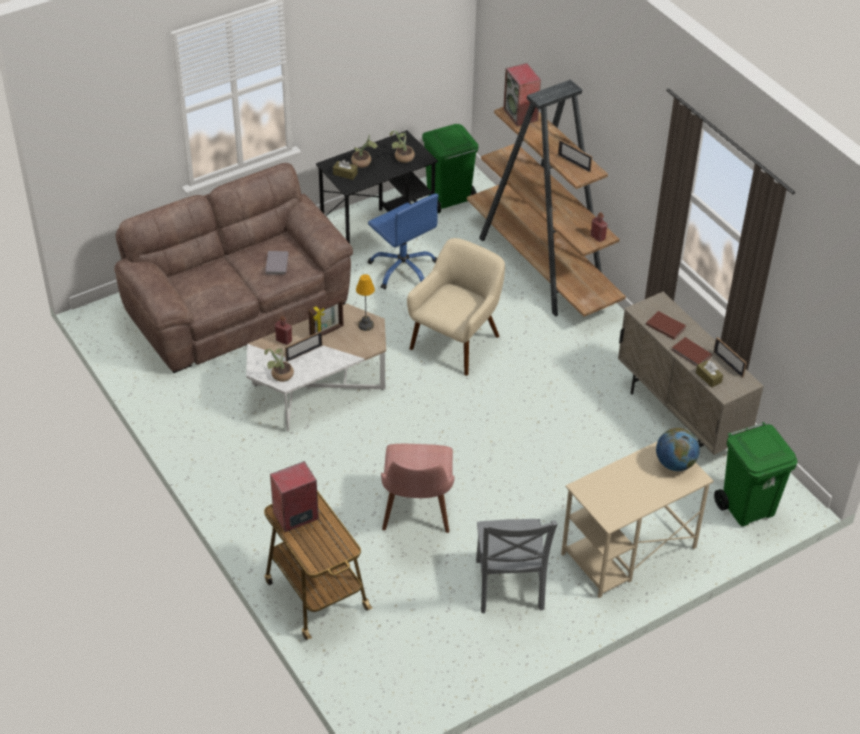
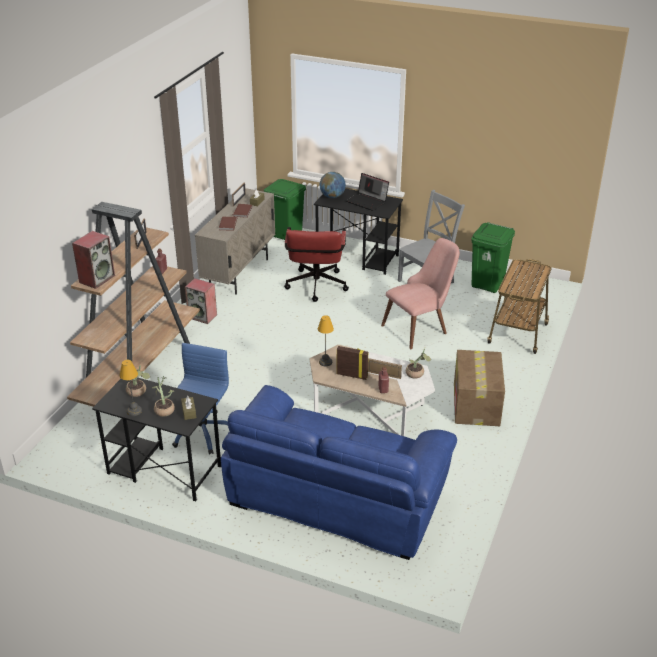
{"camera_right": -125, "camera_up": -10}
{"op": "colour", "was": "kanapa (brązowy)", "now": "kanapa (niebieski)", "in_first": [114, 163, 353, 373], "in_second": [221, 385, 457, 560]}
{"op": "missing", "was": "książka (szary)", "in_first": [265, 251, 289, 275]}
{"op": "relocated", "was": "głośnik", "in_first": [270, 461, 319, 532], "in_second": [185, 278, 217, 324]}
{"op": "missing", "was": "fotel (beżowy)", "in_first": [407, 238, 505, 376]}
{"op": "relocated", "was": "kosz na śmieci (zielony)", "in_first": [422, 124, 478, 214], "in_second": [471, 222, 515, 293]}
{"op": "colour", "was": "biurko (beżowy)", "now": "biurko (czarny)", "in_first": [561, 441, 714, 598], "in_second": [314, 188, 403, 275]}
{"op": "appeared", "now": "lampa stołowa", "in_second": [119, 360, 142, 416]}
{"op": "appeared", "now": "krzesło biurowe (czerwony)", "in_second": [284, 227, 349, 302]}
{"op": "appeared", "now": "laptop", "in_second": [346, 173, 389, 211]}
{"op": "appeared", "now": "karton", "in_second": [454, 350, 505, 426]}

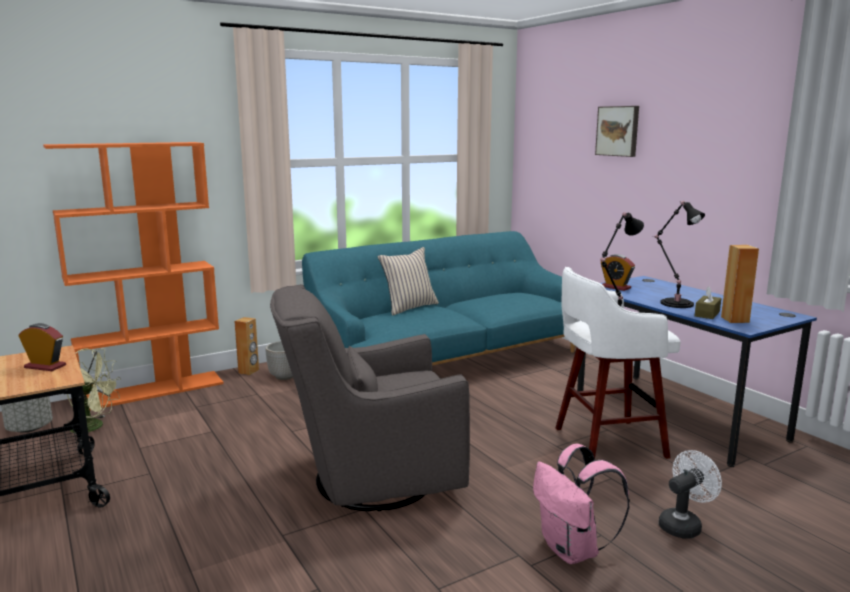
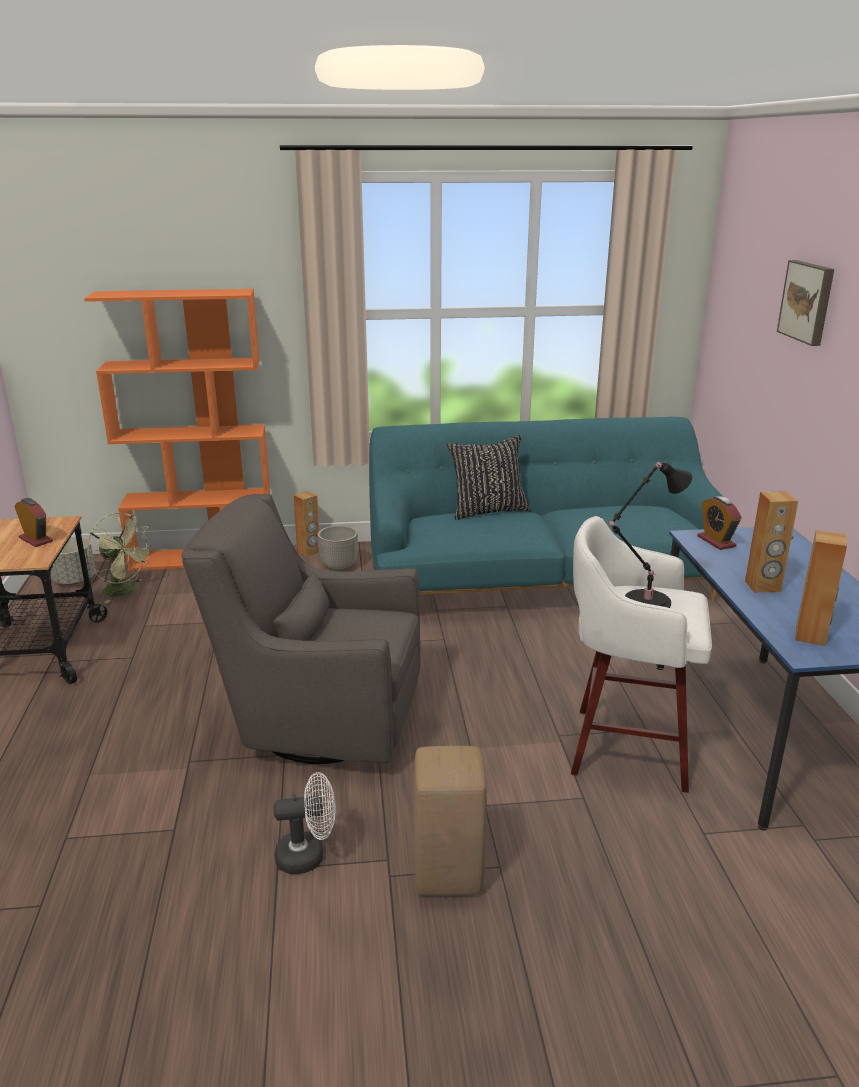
{"camera_right": 25, "camera_up": 10}
{"op": "colour", "was": "poduszka (beżowy)", "now": "poduszka (czarny)", "in_first": [377, 247, 439, 315], "in_second": [447, 435, 529, 520]}
{"op": "exchanged", "was": "plecak (różowy)", "now": "stołek (beżowy)", "in_first": [533, 444, 630, 564], "in_second": [414, 746, 487, 896]}
{"op": "exchanged", "was": "lampa stołowa (czarny)", "now": "głośnik (brązowy)", "in_first": [653, 201, 705, 308], "in_second": [745, 492, 798, 593]}
{"op": "relocated", "was": "wentylator (biały)", "in_first": [659, 450, 722, 539], "in_second": [273, 772, 336, 874]}
{"op": "missing", "was": "pudełko chusteczek (brązowy)", "in_first": [695, 286, 721, 319]}

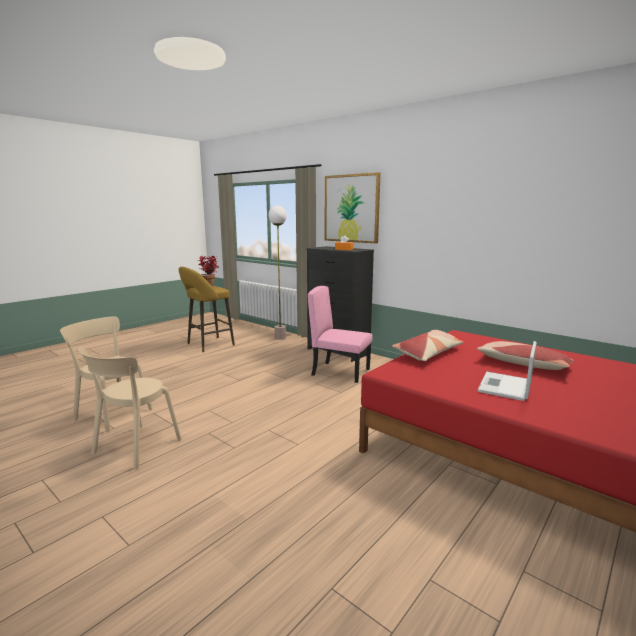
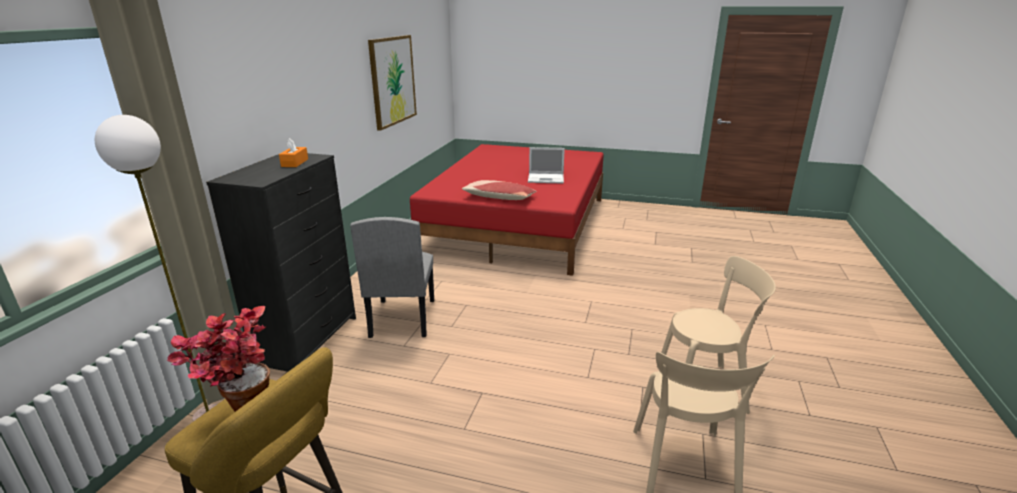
{"camera_right": -115, "camera_up": 10}
{"op": "colour", "was": "krzesło (różowy)", "now": "krzesło (szary)", "in_first": [308, 286, 373, 383], "in_second": [350, 217, 434, 338]}
{"op": "relocated", "was": "obraz", "in_first": [324, 172, 381, 243], "in_second": [368, 35, 417, 131]}
{"op": "missing", "was": "poduszka", "in_first": [477, 341, 574, 370]}

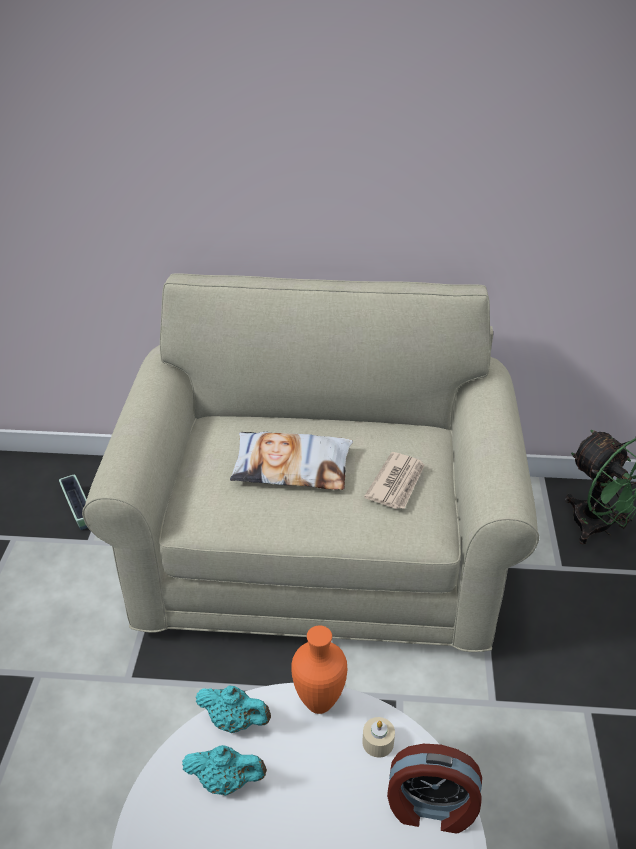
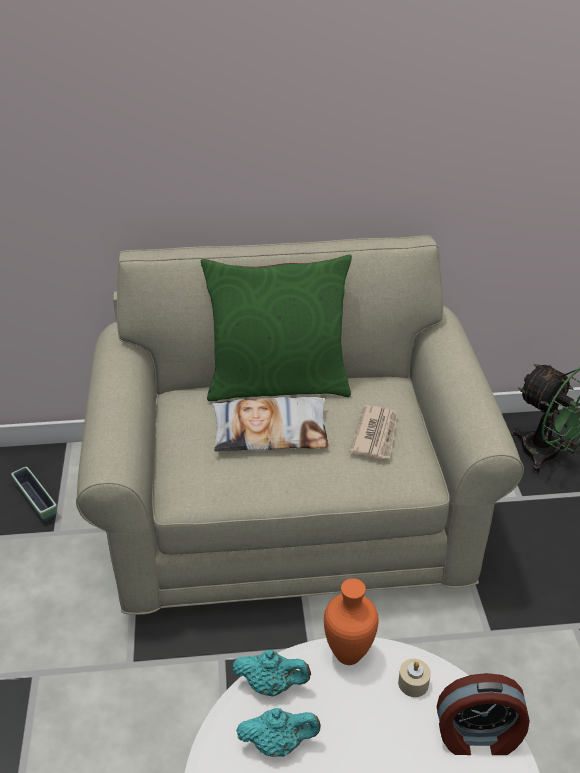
{"camera_right": -10, "camera_up": 0}
{"op": "appeared", "now": "poduszka (zielony)", "in_second": [201, 254, 352, 401]}

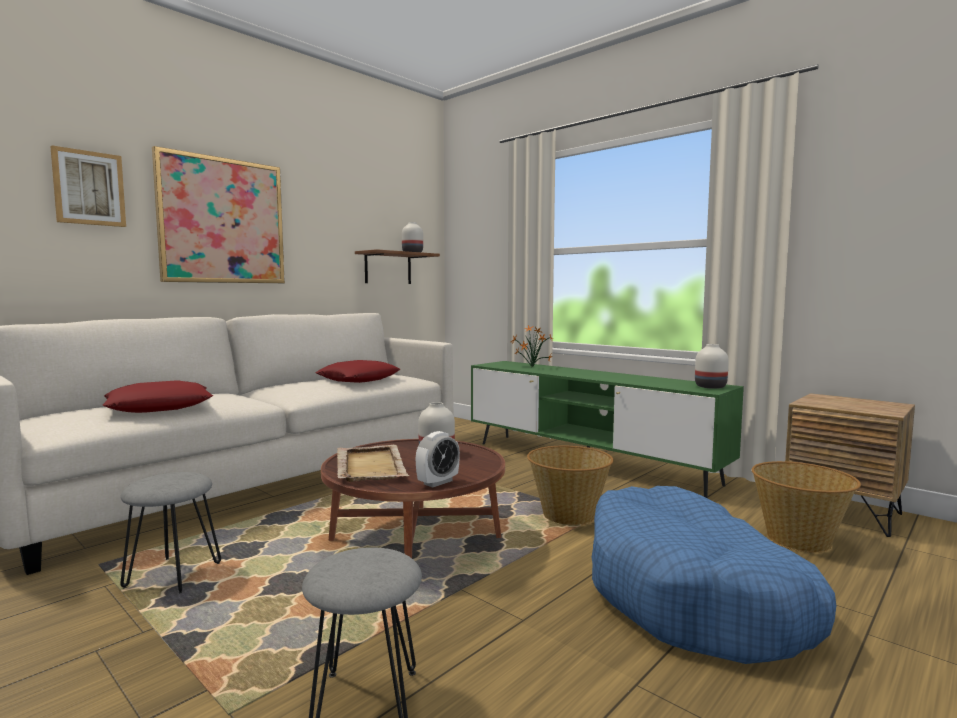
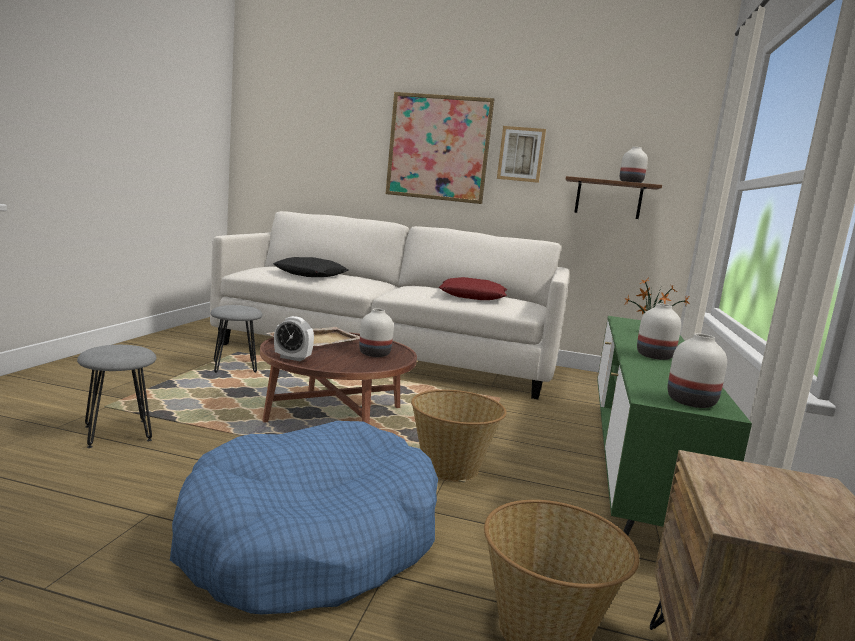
{"camera_right": 60, "camera_up": 5}
{"op": "relocated", "was": "obraz", "in_first": [50, 146, 126, 227], "in_second": [497, 126, 546, 183]}
{"op": "colour", "was": "poduszka (czerwony)", "now": "poduszka (czarny)", "in_first": [103, 380, 213, 413], "in_second": [273, 257, 349, 277]}
{"op": "appeared", "now": "wazon (biały)", "in_second": [637, 304, 681, 360]}

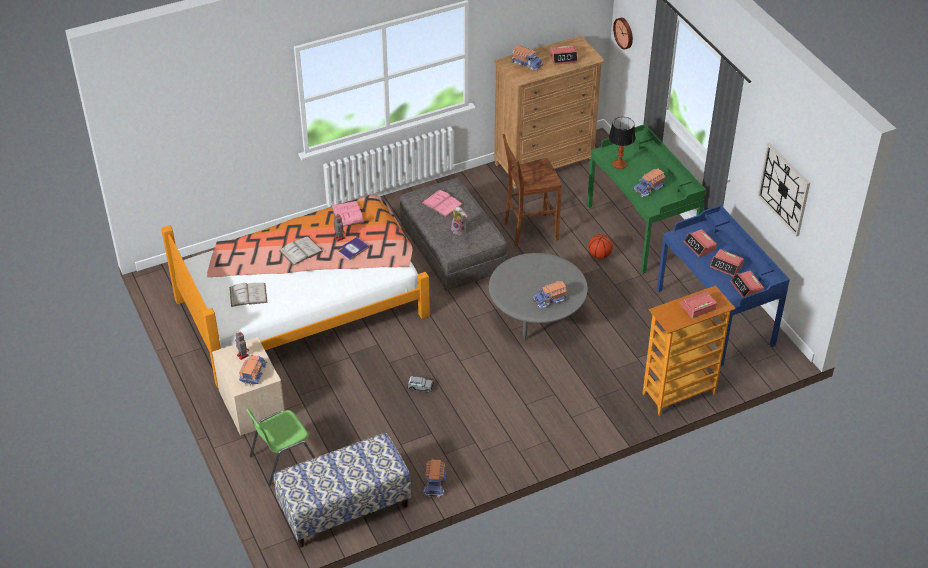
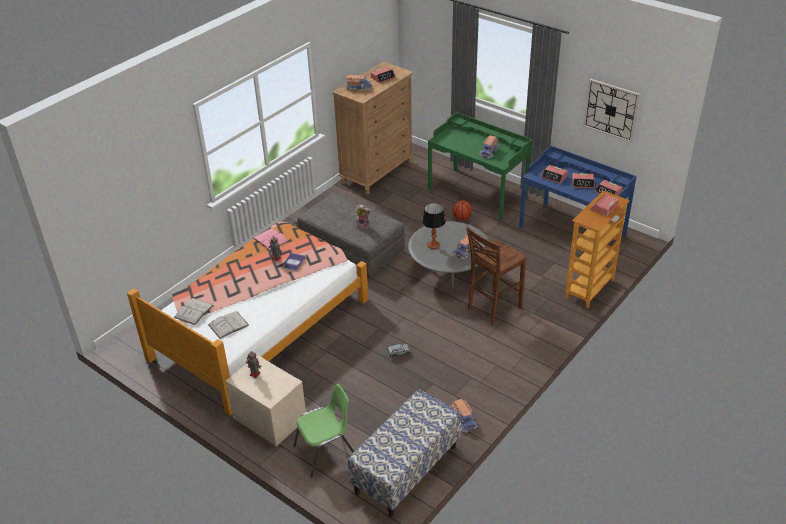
{"camera_right": -25, "camera_up": -5}
{"op": "missing", "was": "ciężarówka zabawkowa", "in_first": [239, 354, 268, 386]}
{"op": "spun", "was": "krzesło (zielony)", "in_first": [246, 409, 315, 486], "in_second": [293, 384, 355, 477], "clockwise": -150}
{"op": "relocated", "was": "książka (biały)", "in_first": [279, 236, 323, 265], "in_second": [174, 298, 214, 325]}
{"op": "missing", "was": "książka (różowy)", "in_first": [421, 190, 463, 218]}
{"op": "relocated", "was": "stołek (brązowy)", "in_first": [503, 134, 562, 246], "in_second": [466, 226, 527, 326]}
{"op": "relocated", "was": "lampa stołowa", "in_first": [609, 117, 636, 169], "in_second": [422, 203, 446, 249]}
{"op": "missing", "was": "zegar ścienny", "in_first": [613, 18, 633, 50]}

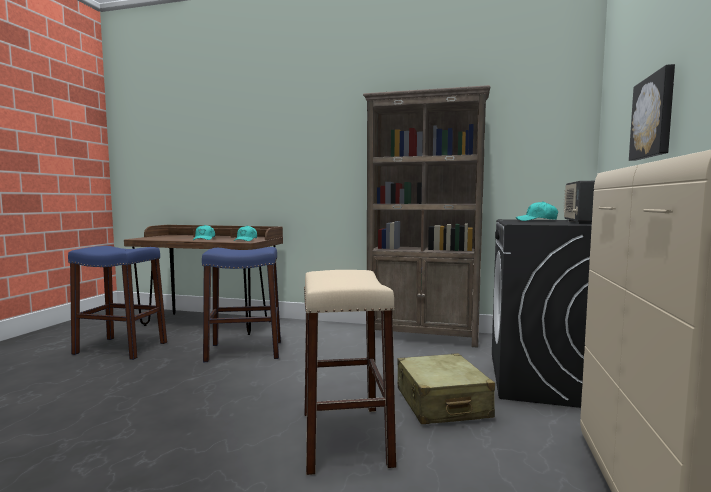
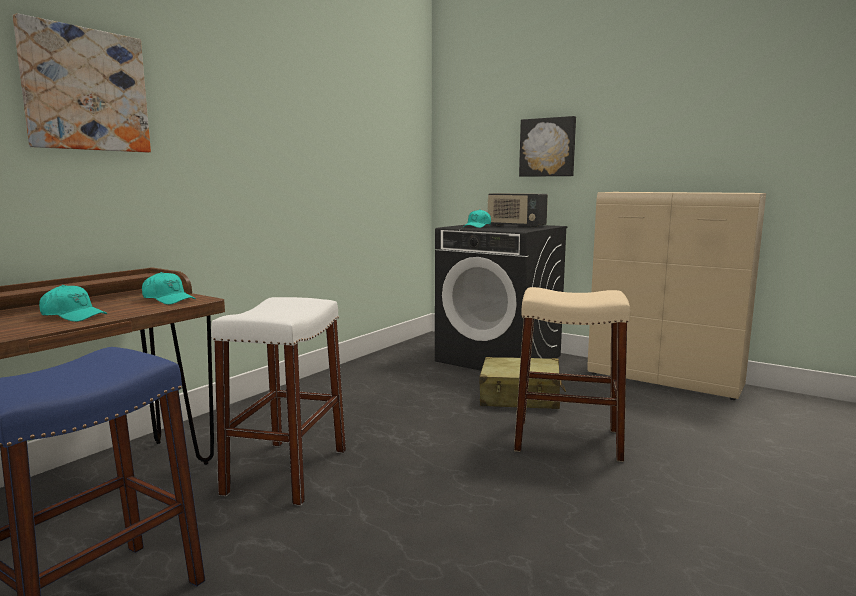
{"camera_right": -70, "camera_up": 5}
{"op": "colour", "was": "stołek (niebieski)", "now": "stołek (biały)", "in_first": [202, 247, 281, 362], "in_second": [211, 297, 346, 506]}
{"op": "missing", "was": "regał (brązowy)", "in_first": [363, 85, 490, 348]}
{"op": "appeared", "now": "obraz", "in_second": [13, 13, 151, 153]}

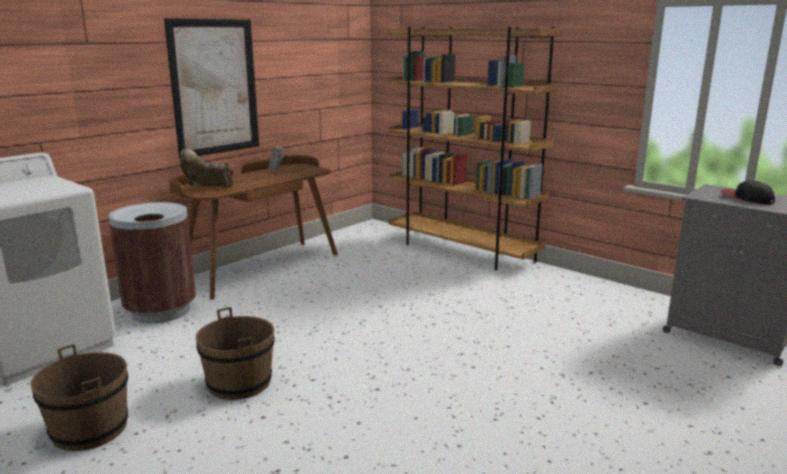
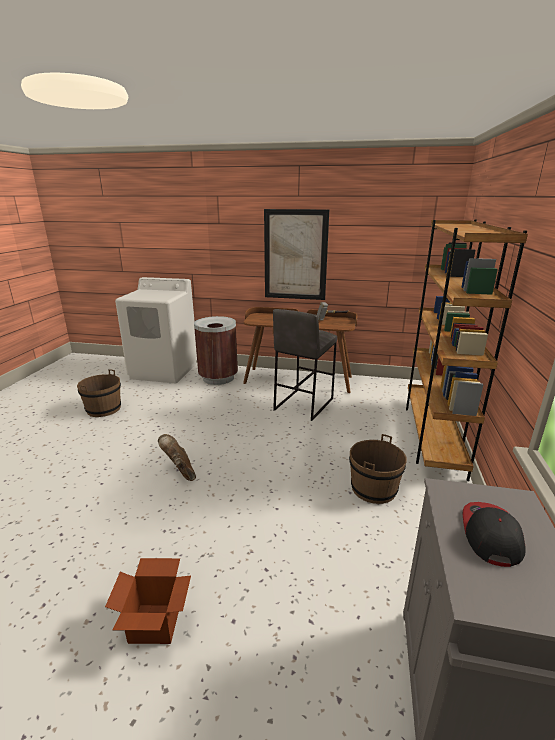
{"camera_right": 60, "camera_up": 5}
{"op": "relocated", "was": "but z cholewką (brązowy)", "in_first": [180, 149, 233, 187], "in_second": [158, 434, 196, 481]}
{"op": "relocated", "was": "wiadro (brązowy)", "in_first": [196, 307, 275, 400], "in_second": [349, 434, 407, 504]}
{"op": "appeared", "now": "karton", "in_second": [105, 558, 191, 644]}
{"op": "appeared", "now": "stołek (szary)", "in_second": [273, 309, 337, 421]}

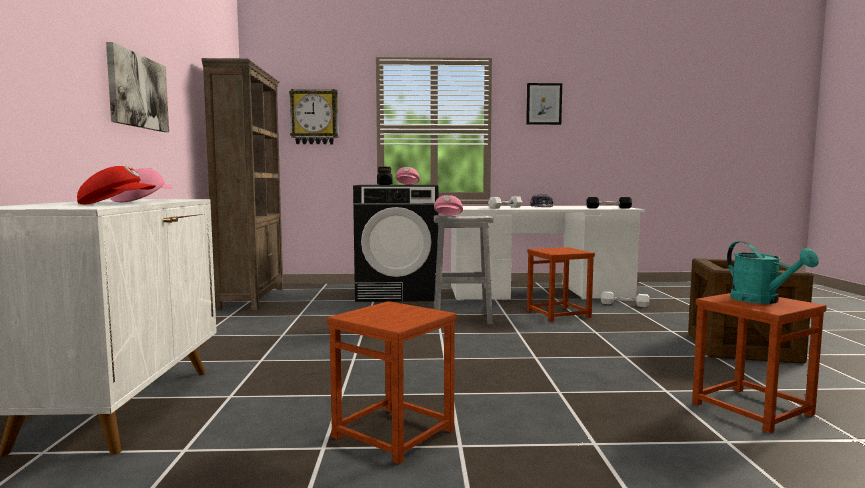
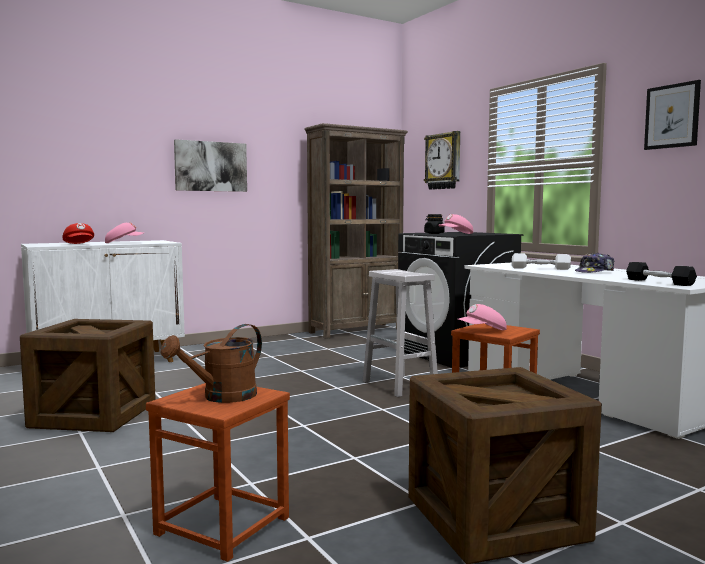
{"camera_right": 60, "camera_up": 0}
{"op": "exchanged", "was": "stołek (brązowy)", "now": "skrzynka", "in_first": [327, 301, 457, 464], "in_second": [20, 319, 156, 432]}
{"op": "relocated", "was": "czapka z daszkiem (różowy)", "in_first": [434, 195, 463, 215], "in_second": [458, 304, 507, 330]}
{"op": "missing", "was": "hantel (biały)", "in_first": [601, 291, 649, 307]}
{"op": "colour", "was": "konewka (turkusowy)", "now": "konewka (brązowy)", "in_first": [727, 241, 819, 304], "in_second": [160, 324, 262, 403]}

